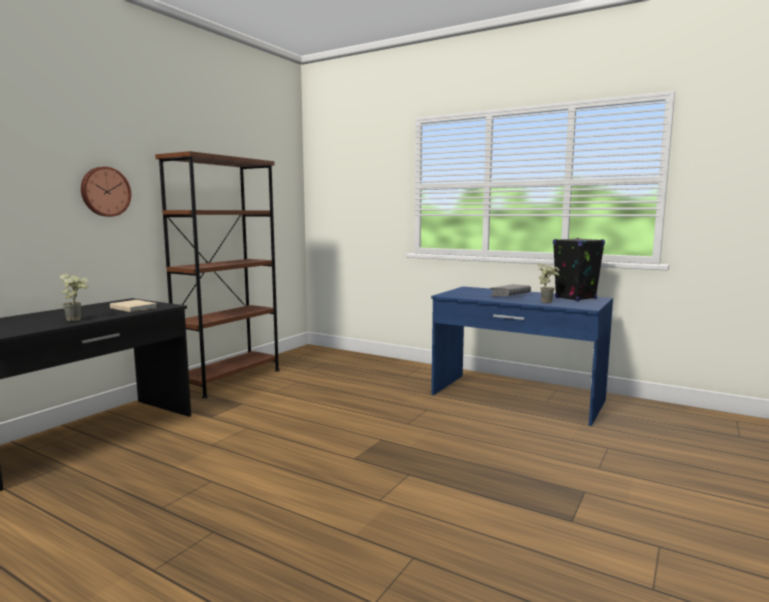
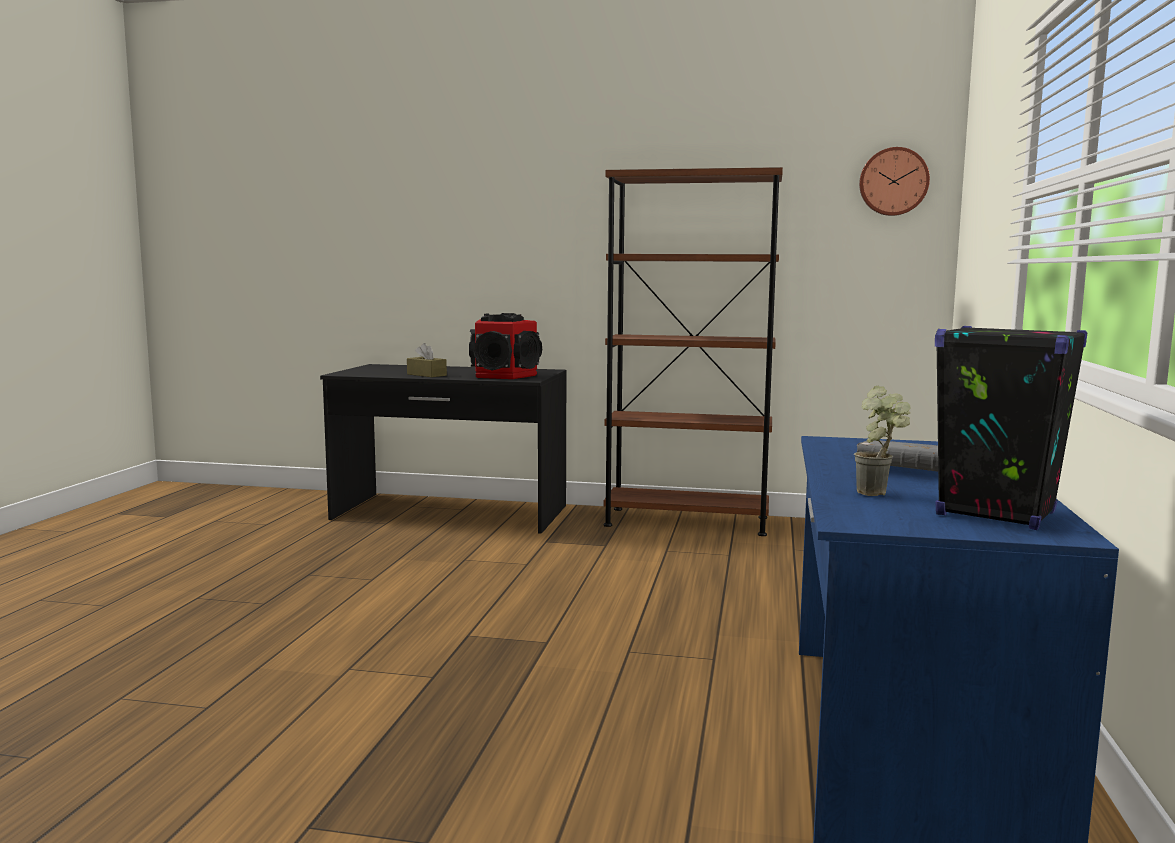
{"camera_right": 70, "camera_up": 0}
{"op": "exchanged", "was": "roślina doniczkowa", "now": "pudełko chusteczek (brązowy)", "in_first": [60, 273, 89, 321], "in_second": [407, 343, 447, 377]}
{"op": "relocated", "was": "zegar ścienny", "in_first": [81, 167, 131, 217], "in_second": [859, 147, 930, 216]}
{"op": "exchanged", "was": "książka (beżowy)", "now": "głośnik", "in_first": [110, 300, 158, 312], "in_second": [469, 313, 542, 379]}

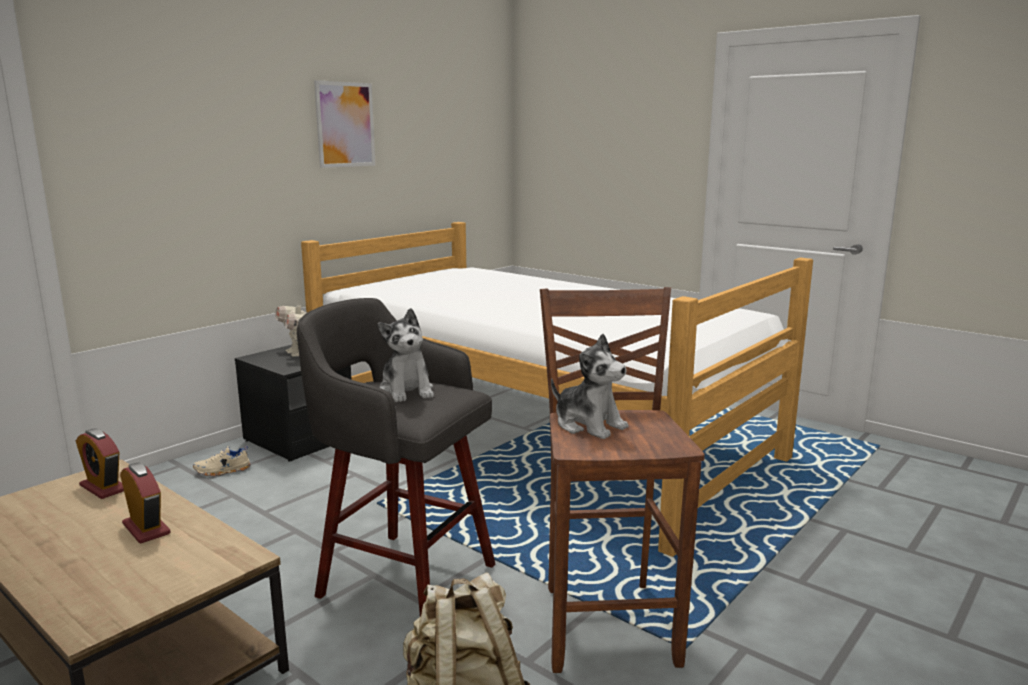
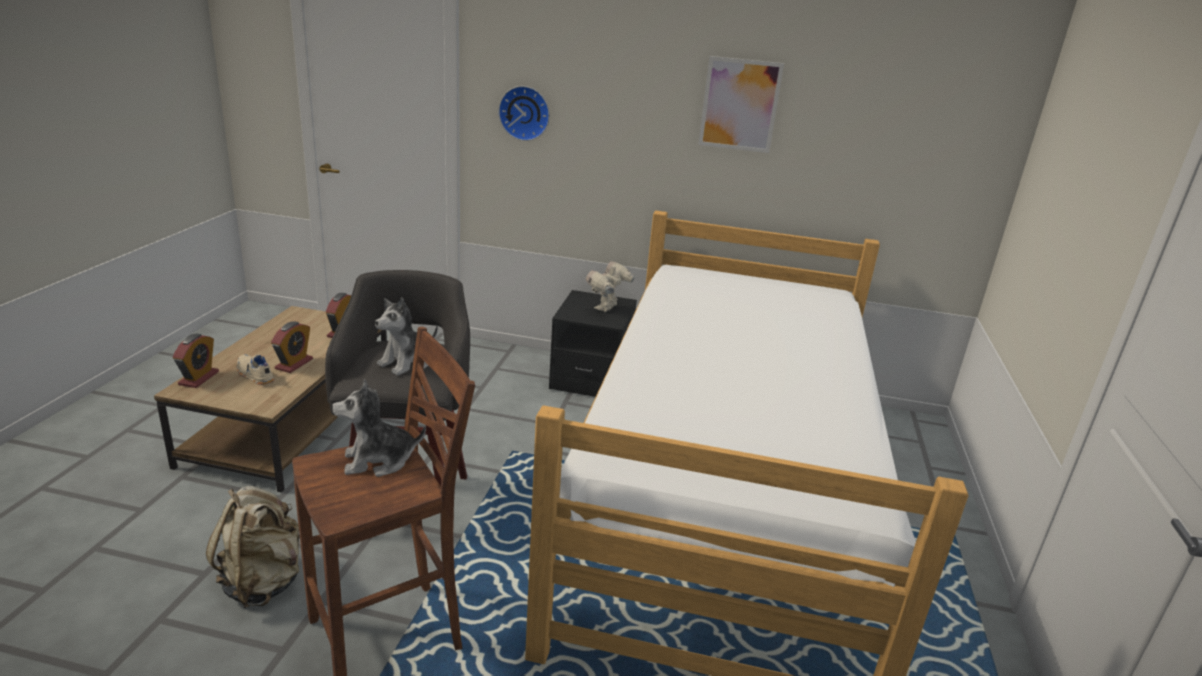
{"camera_right": 60, "camera_up": 10}
{"op": "relocated", "was": "but (beżowy)", "in_first": [193, 446, 251, 476], "in_second": [237, 354, 275, 385]}
{"op": "spun", "was": "pluszak", "in_first": [551, 334, 628, 439], "in_second": [332, 379, 426, 477], "clockwise": 60}
{"op": "appeared", "now": "budzik", "in_second": [173, 333, 219, 388]}
{"op": "appeared", "now": "zegar ścienny", "in_second": [498, 86, 550, 141]}

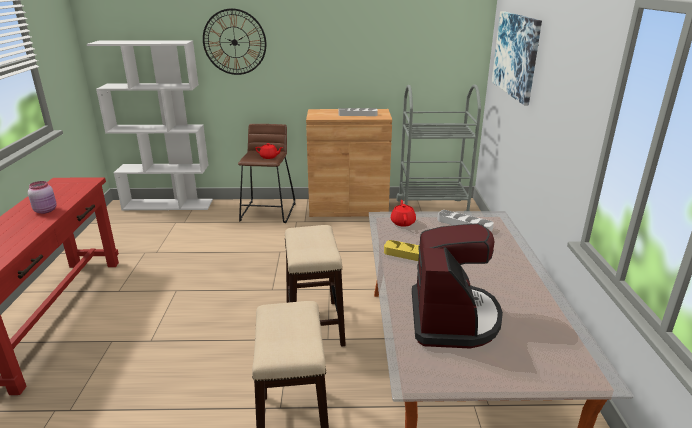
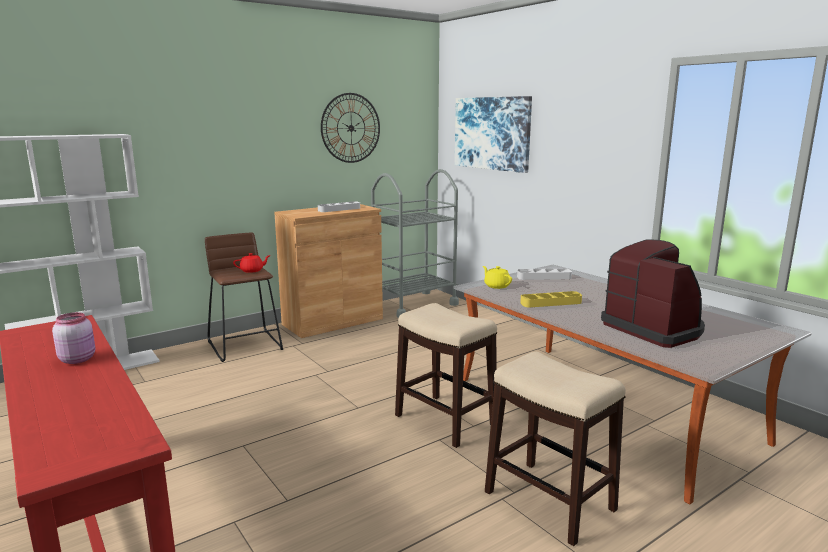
{"camera_right": -35, "camera_up": -10}
{"op": "relocated", "was": "zegar ścienny", "in_first": [203, 8, 266, 75], "in_second": [321, 93, 380, 163]}
{"op": "colour", "was": "imbryk (czerwony)", "now": "imbryk (żółty)", "in_first": [391, 200, 416, 227], "in_second": [483, 266, 512, 289]}

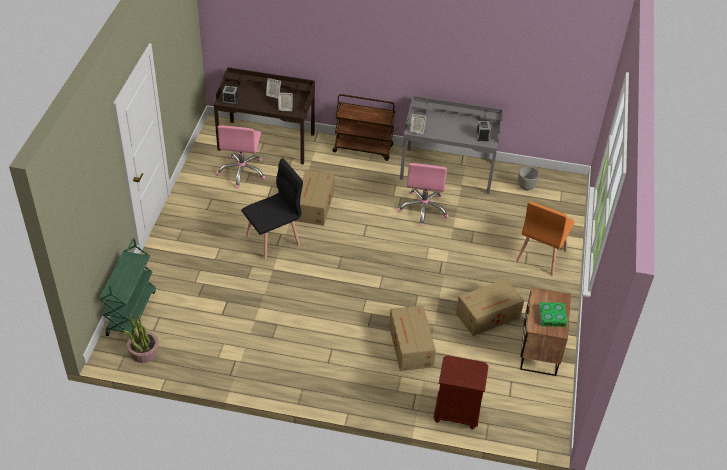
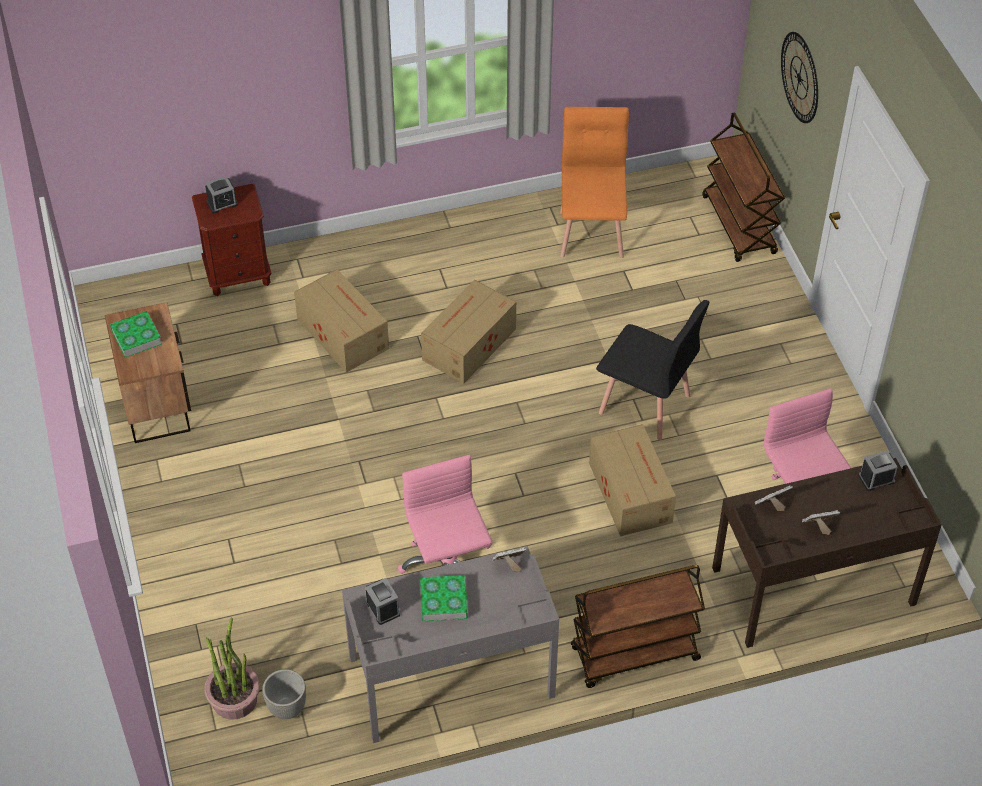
{"camera_right": 155, "camera_up": 5}
{"op": "colour", "was": "wózek (zielony)", "now": "wózek (brązowy)", "in_first": [99, 238, 156, 336], "in_second": [702, 112, 785, 262]}
{"op": "relocated", "was": "roślina doniczkowa", "in_first": [123, 315, 159, 363], "in_second": [205, 617, 260, 719]}
{"op": "spun", "was": "krzesło (czarny)", "in_first": [241, 158, 303, 260], "in_second": [596, 300, 709, 440], "clockwise": -90}
{"op": "relocated", "was": "karton", "in_first": [456, 278, 524, 336], "in_second": [421, 279, 516, 384]}
{"op": "relocated", "was": "krzesło (pomarańczowy)", "in_first": [516, 201, 575, 276], "in_second": [560, 107, 629, 258]}
{"op": "appeared", "now": "budzik", "in_second": [205, 176, 238, 213]}
{"op": "appeared", "now": "książka", "in_second": [420, 575, 468, 622]}
{"op": "appeared", "now": "zegar ścienny", "in_second": [781, 32, 818, 123]}

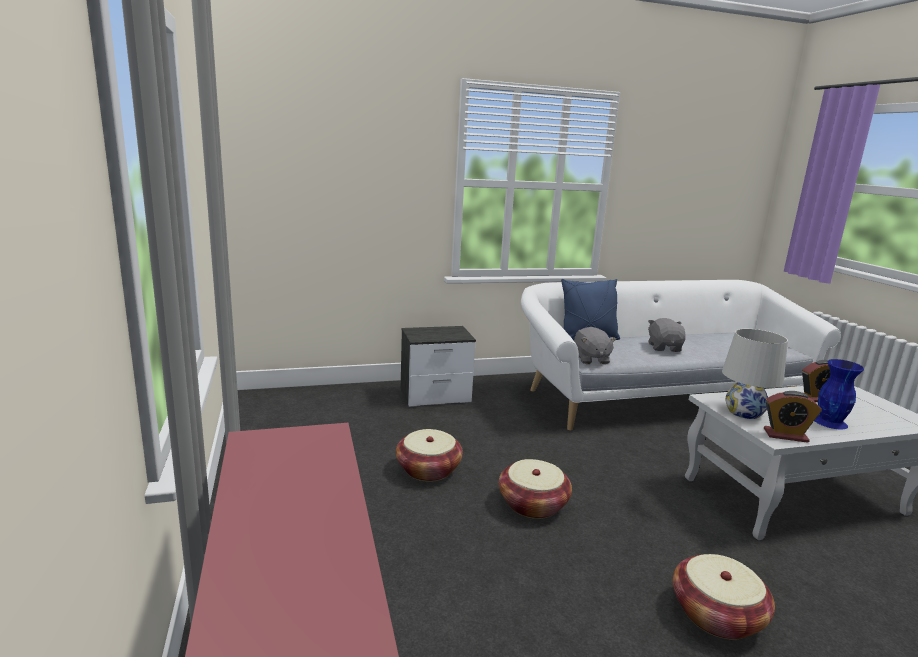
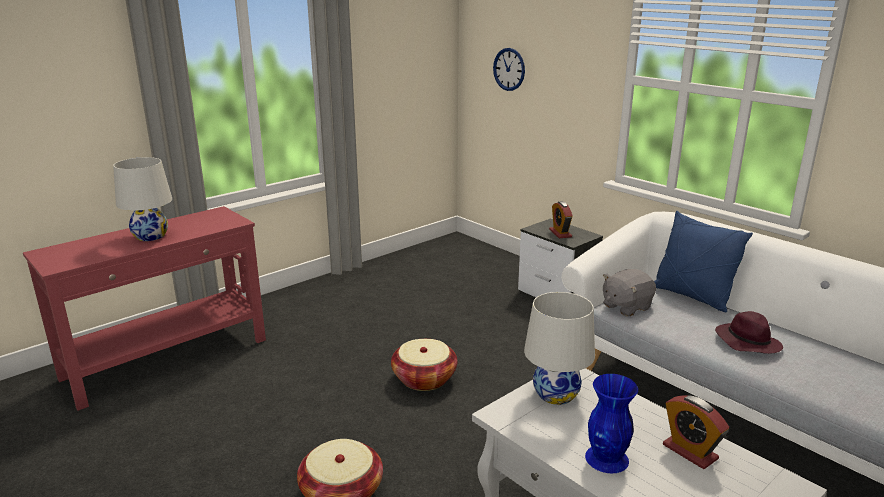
{"camera_right": 65, "camera_up": 5}
{"op": "missing", "was": "koszyk", "in_first": [396, 429, 463, 482]}
{"op": "exchanged", "was": "pluszak (szary)", "now": "kapelusz (fioletowy)", "in_first": [648, 318, 686, 352], "in_second": [715, 311, 783, 354]}
{"op": "relocated", "was": "budzik", "in_first": [764, 391, 822, 443], "in_second": [549, 201, 573, 238]}
{"op": "appeared", "now": "lampa stołowa (biały)", "in_second": [113, 157, 172, 241]}
{"op": "appeared", "now": "zegar ścienny", "in_second": [493, 48, 525, 91]}

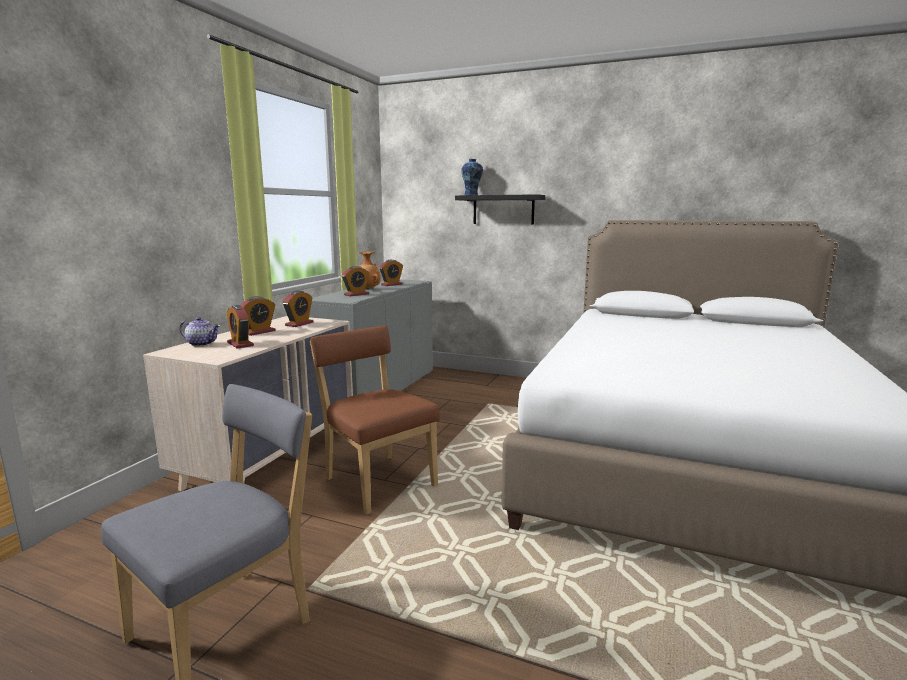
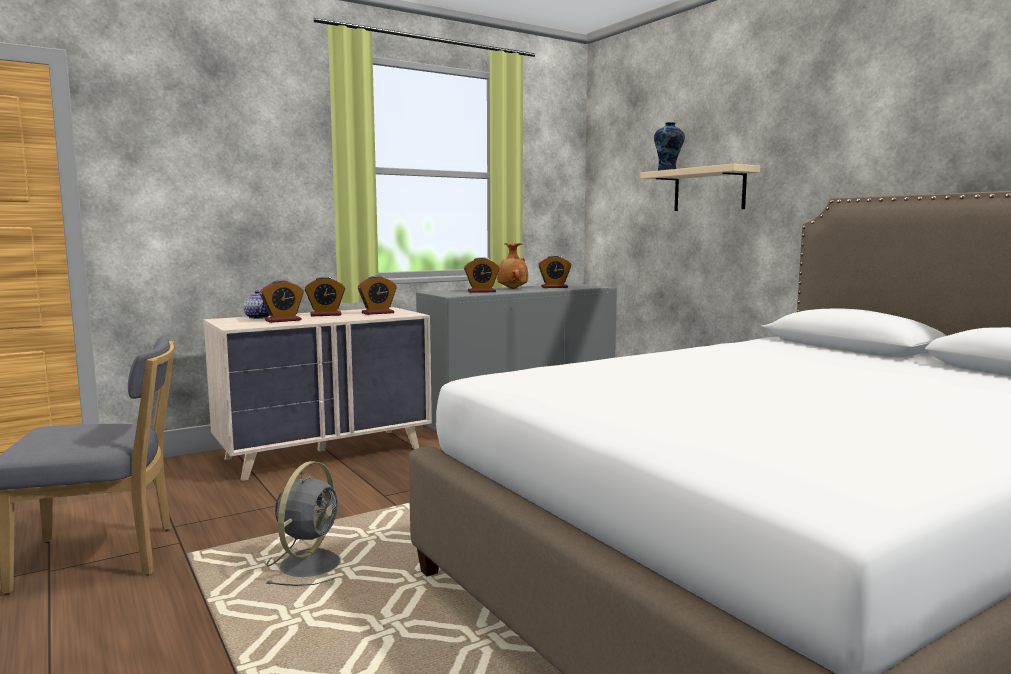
{"camera_right": 35, "camera_up": -5}
{"op": "spun", "was": "budzik", "in_first": [227, 305, 254, 348], "in_second": [260, 280, 304, 323], "clockwise": -120}
{"op": "missing", "was": "krzesło (brązowy)", "in_first": [310, 326, 440, 515]}
{"op": "colour", "was": "półka (czarny)", "now": "półka (beżowy)", "in_first": [455, 194, 545, 224], "in_second": [640, 164, 760, 211]}
{"op": "appeared", "now": "wentylator (szary)", "in_second": [266, 461, 341, 586]}

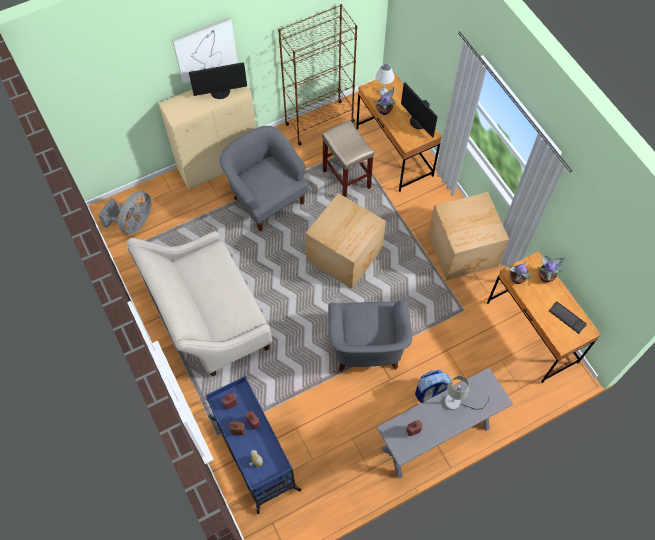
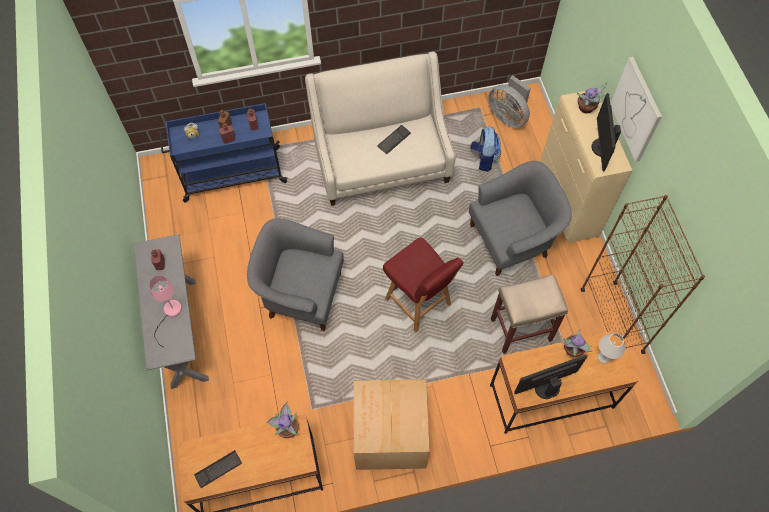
{"camera_right": 105, "camera_up": 0}
{"op": "exchanged", "was": "karton", "now": "krzesło (czerwony)", "in_first": [305, 193, 386, 289], "in_second": [383, 237, 464, 332]}
{"op": "relocated", "was": "plecak", "in_first": [415, 370, 451, 403], "in_second": [471, 127, 501, 172]}
{"op": "colour", "was": "lampa stołowa (szary)", "now": "lampa stołowa (różowy)", "in_first": [444, 376, 489, 410], "in_second": [149, 275, 182, 347]}
{"op": "relocated", "was": "roślina doniczkowa", "in_first": [538, 255, 565, 283], "in_second": [577, 83, 607, 114]}
{"op": "appeared", "now": "klawiatura", "in_second": [377, 125, 411, 155]}

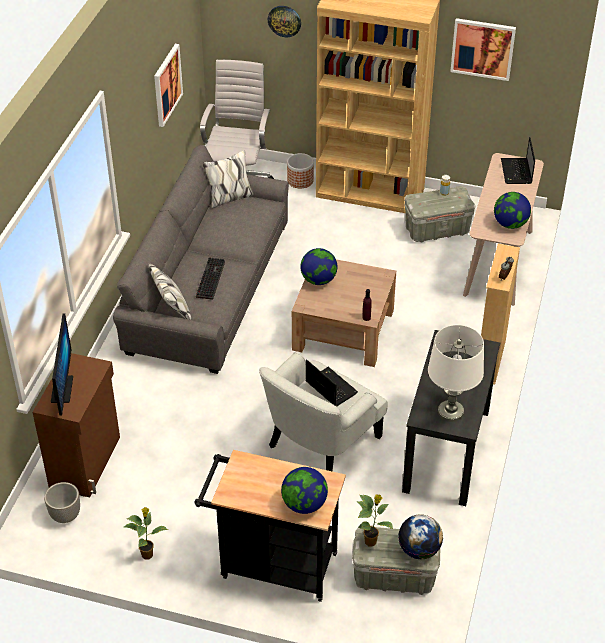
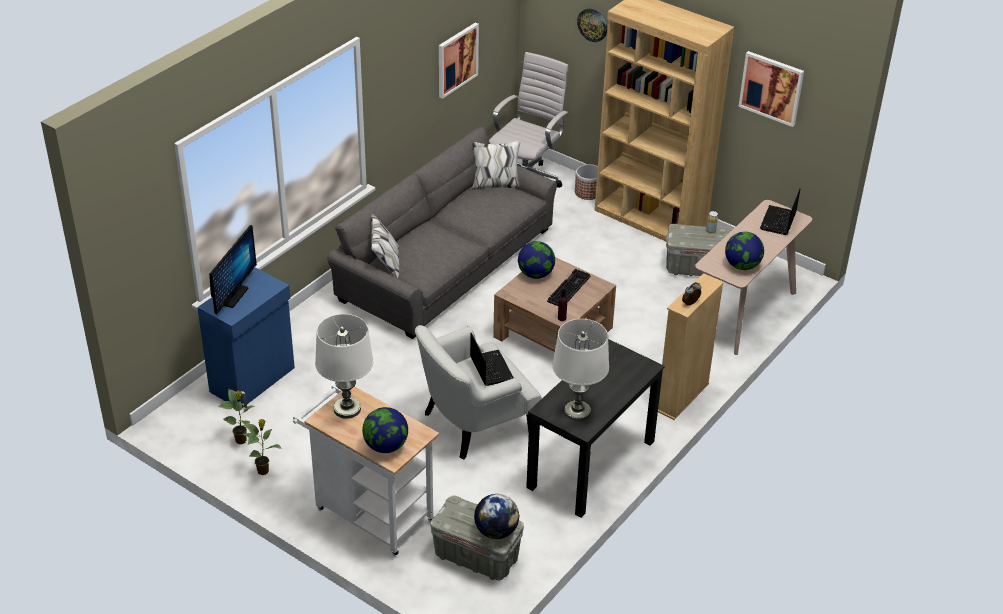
{"camera_right": 20, "camera_up": -5}
{"op": "colour", "was": "szafka (brązowy)", "now": "szafka (niebieski)", "in_first": [32, 353, 120, 497], "in_second": [197, 267, 295, 408]}
{"op": "missing", "was": "donica", "in_first": [44, 482, 80, 523]}
{"op": "colour", "was": "wózek (czarny)", "now": "wózek (biały)", "in_first": [194, 450, 346, 602], "in_second": [293, 385, 439, 557]}
{"op": "relocated", "was": "klawiatura", "in_first": [196, 257, 225, 300], "in_second": [547, 268, 590, 306]}
{"op": "relocated", "was": "roślina doniczkowa", "in_first": [357, 494, 393, 547], "in_second": [218, 389, 255, 444]}
{"op": "appeared", "now": "lampa stołowa (biały)", "in_second": [315, 314, 373, 419]}

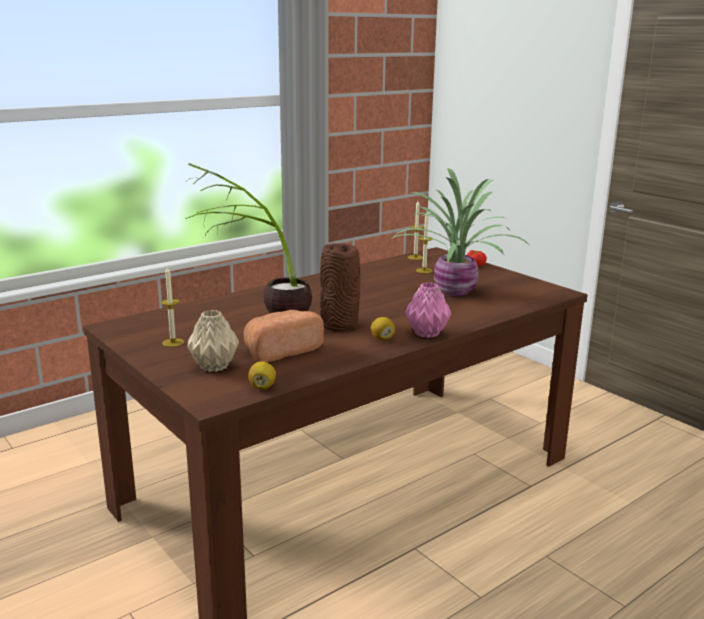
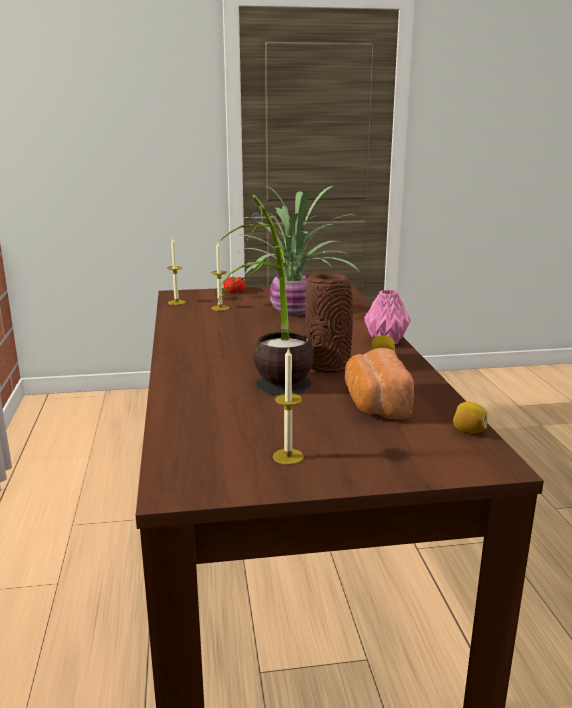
{"camera_right": -60, "camera_up": 0}
{"op": "missing", "was": "wazon (beżowy)", "in_first": [187, 310, 239, 372]}

